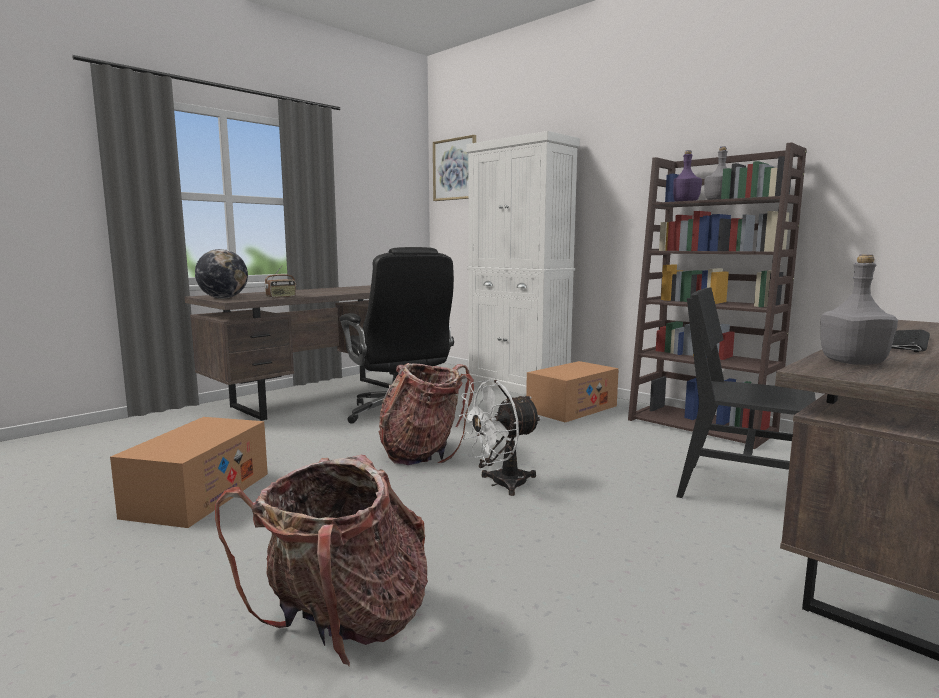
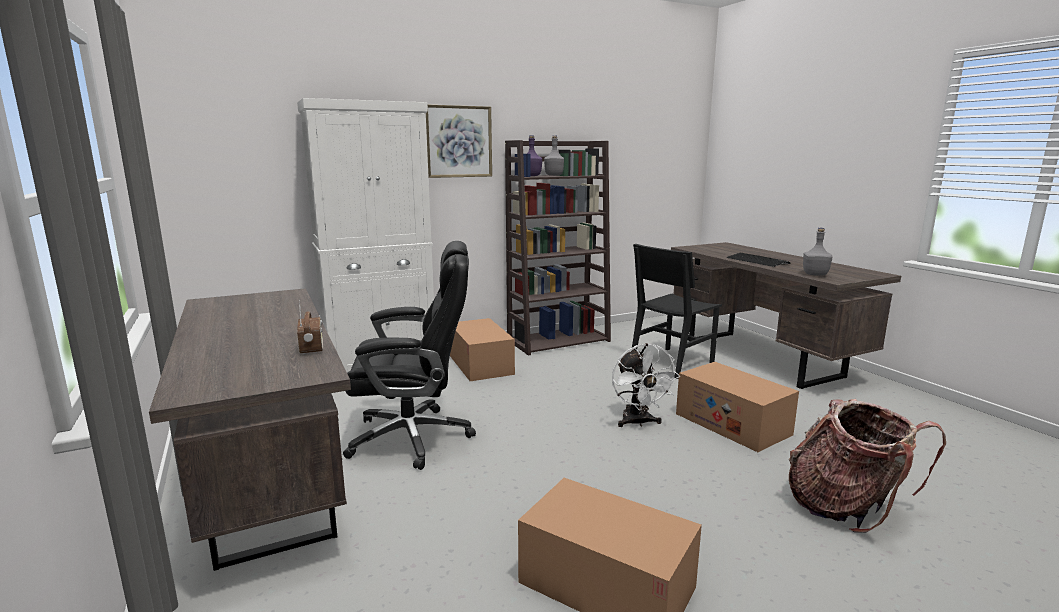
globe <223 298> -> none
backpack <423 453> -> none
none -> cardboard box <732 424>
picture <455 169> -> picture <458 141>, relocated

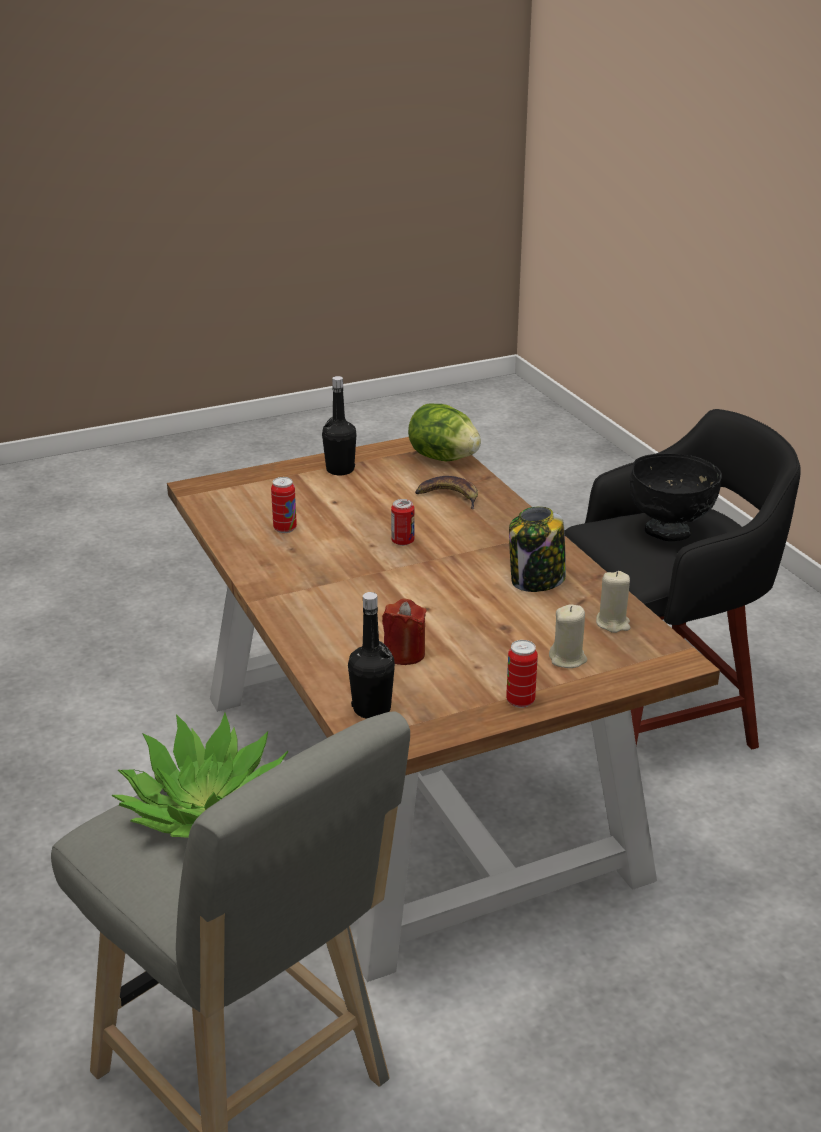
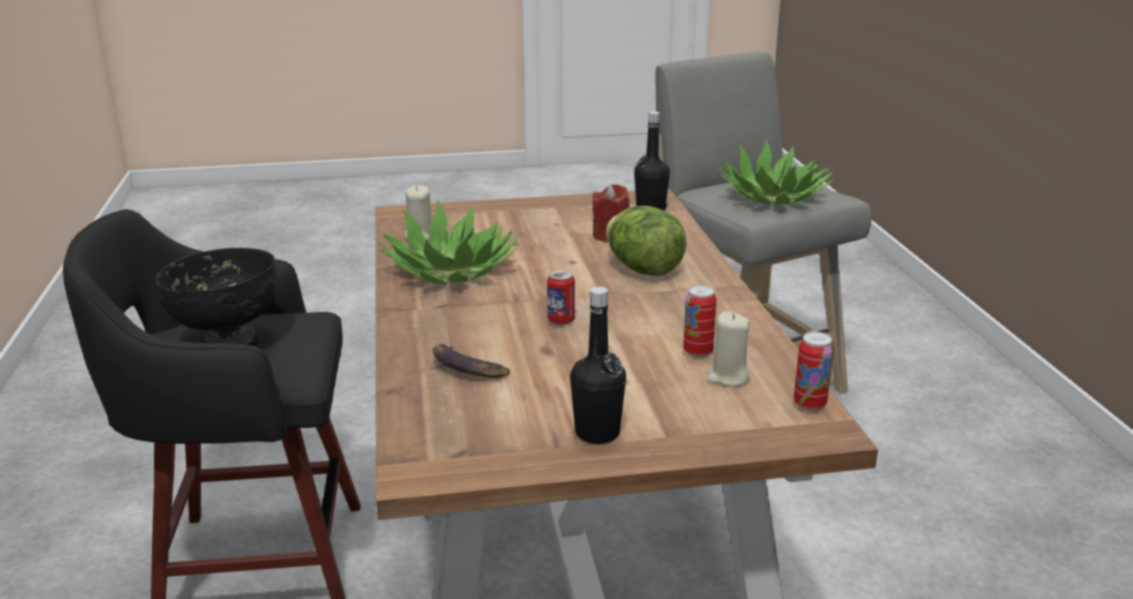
lettuce <443 458> -> lettuce <643 269>, relocated
can <520 701> -> can <809 404>, relocated
beige candle <568 659> -> beige candle <728 377>, relocated
jar <536 580> -> potted plant <451 270>

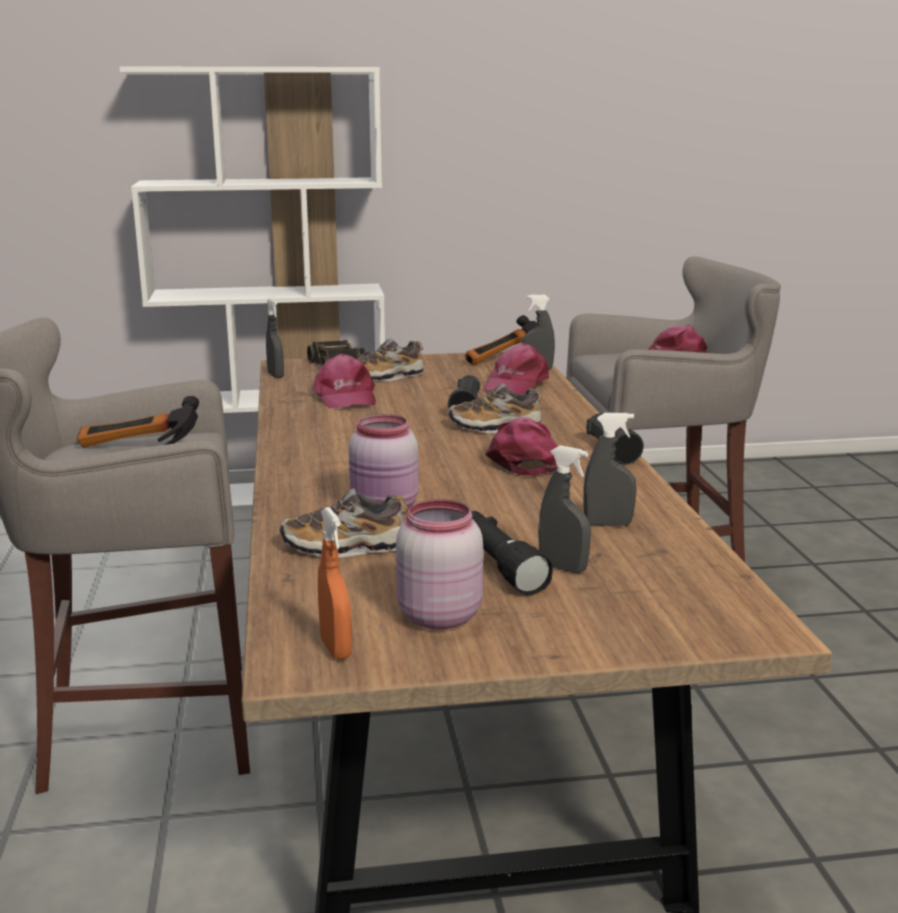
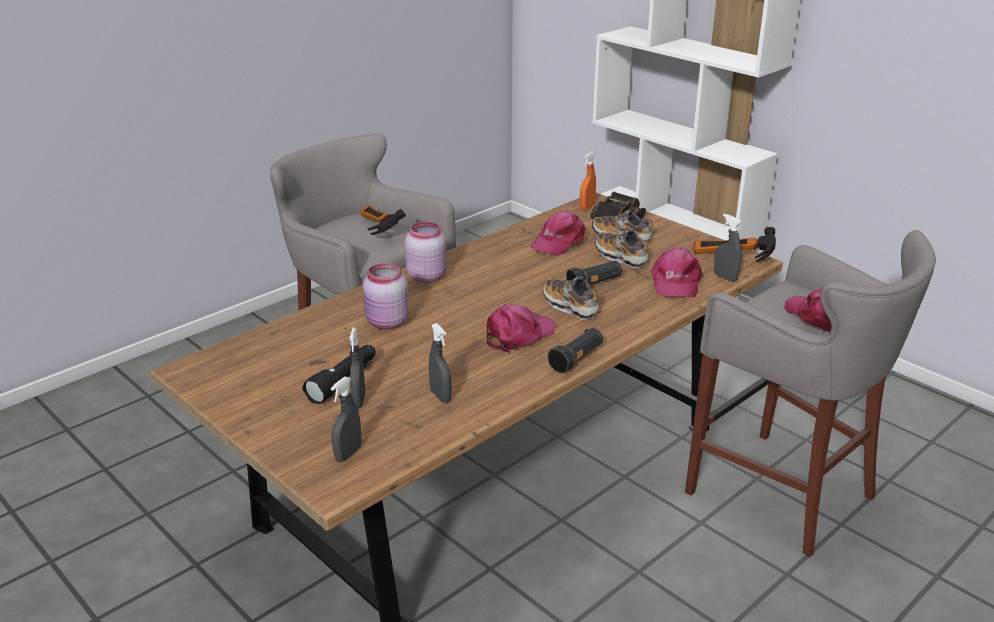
grey spray bottle <275 375> -> grey spray bottle <348 454>, relocated
shoe <344 547> -> shoe <620 257>, relocated
orange spray bottle <335 649> -> orange spray bottle <587 207>, relocated
pink jar <437 616> -> pink jar <426 276>, relocated
pink cap <516 384> -> pink cap <675 282>, 75 degrees counterclockwise

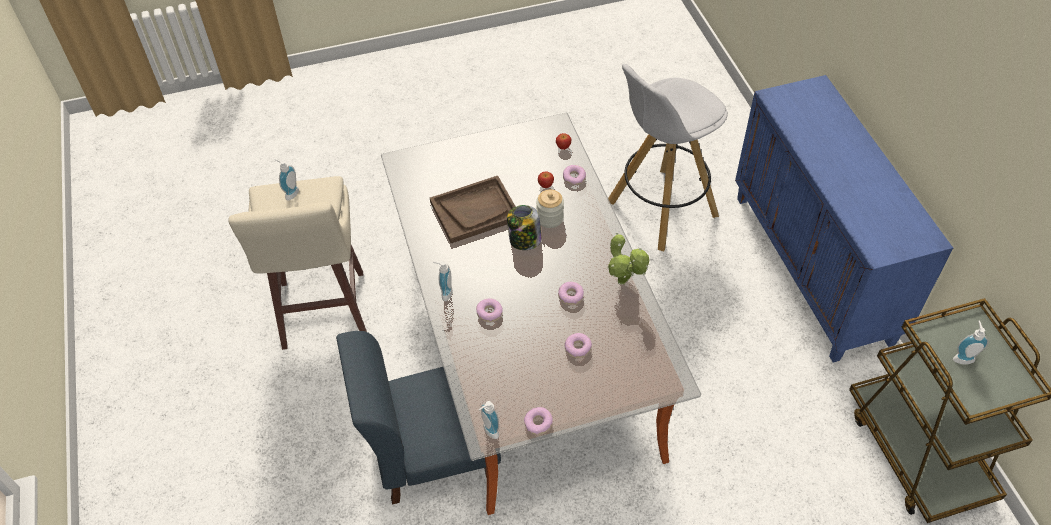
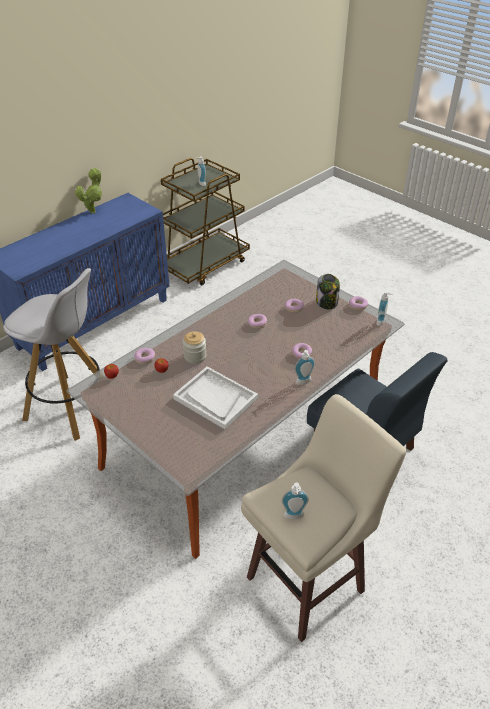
jar <524 240> -> jar <327 303>, relocated
potted plant <624 283> -> potted plant <94 211>, relocated
brown tray <475 211> -> white tray <215 398>

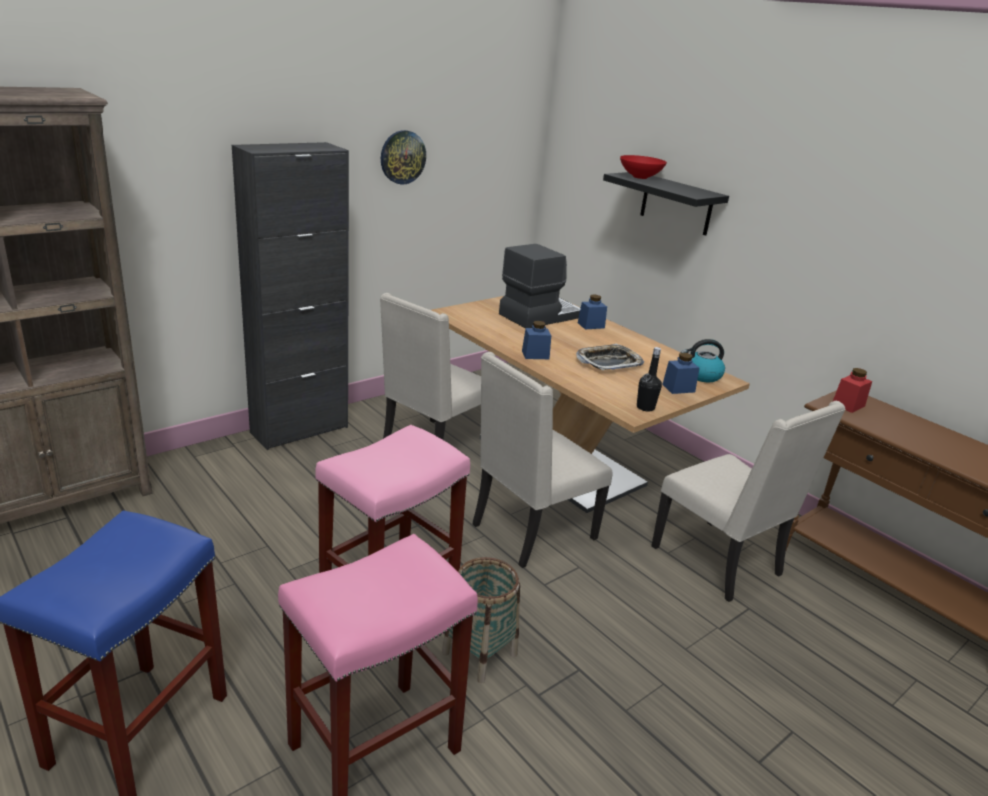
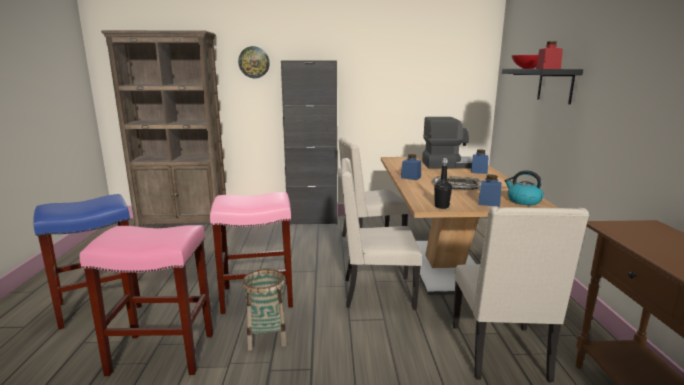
wall clock <402 157> -> wall clock <254 62>, relocated
red jar <848 405> -> red jar <548 68>, relocated

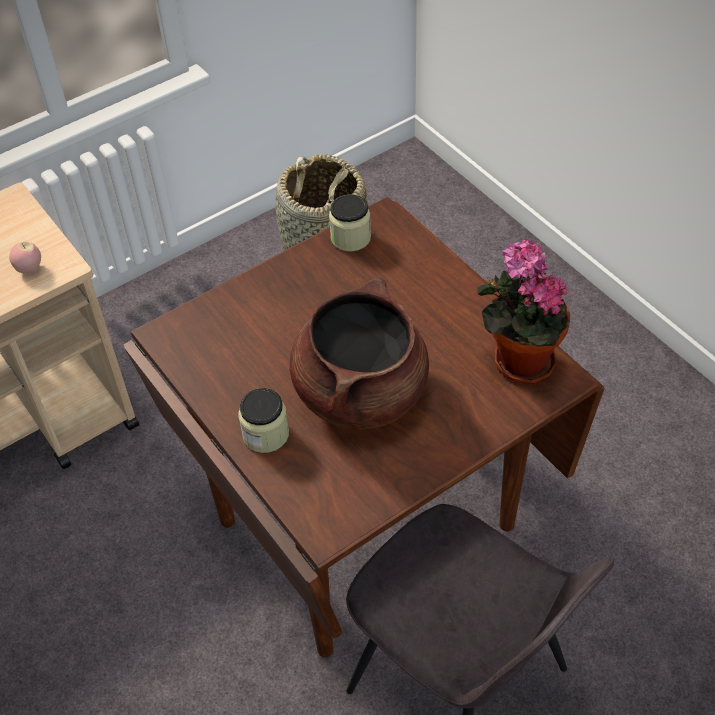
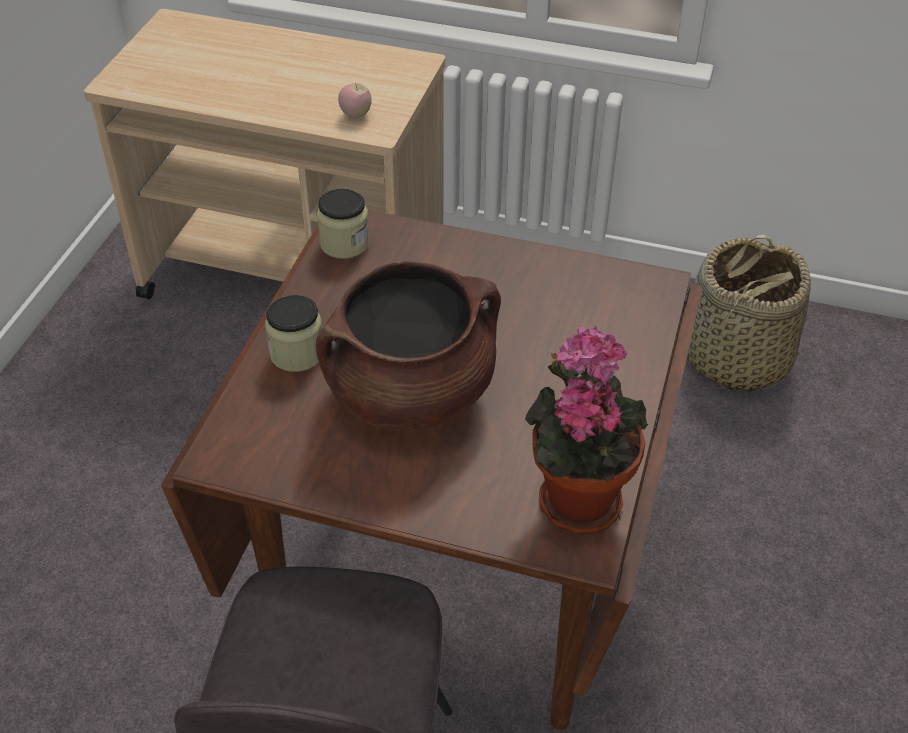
jar <350 238> -> jar <344 243>, relocated

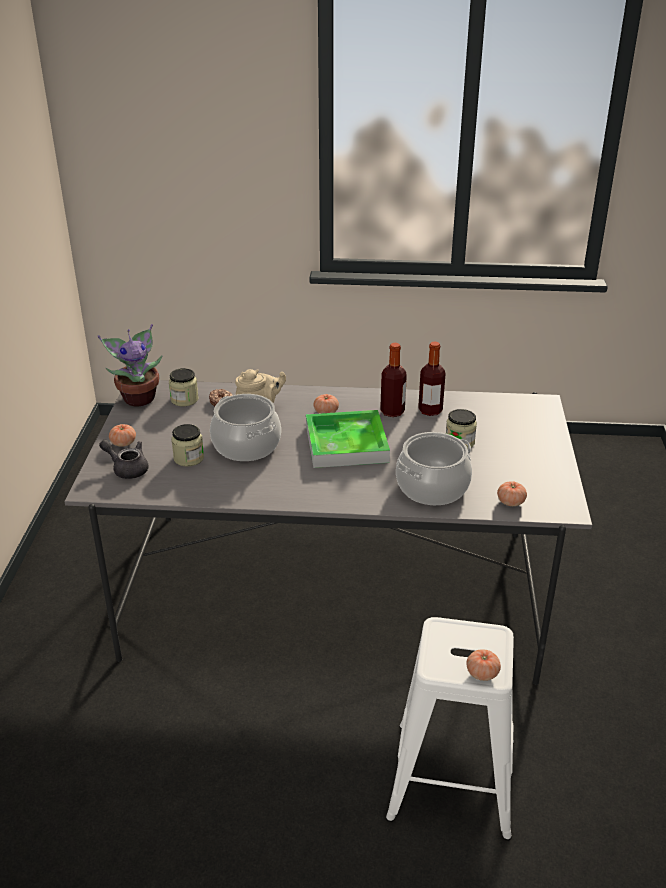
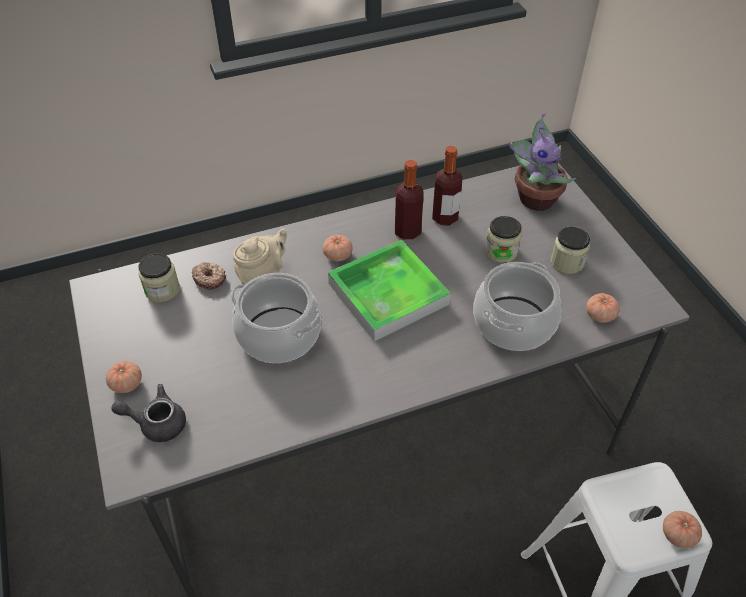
potted plant <139 397> -> potted plant <534 198>, relocated
jar <188 458> -> jar <567 262>, relocated

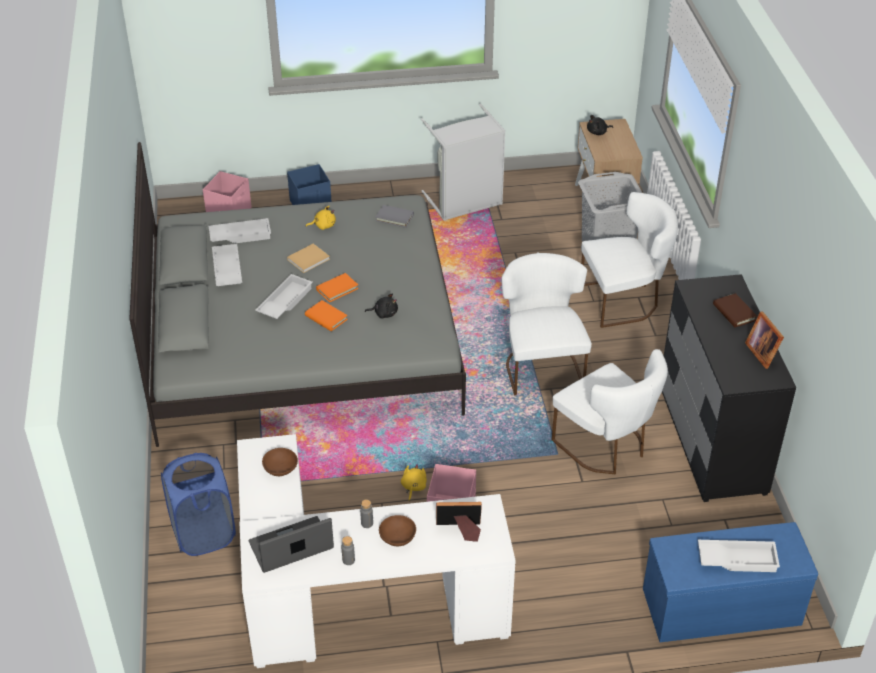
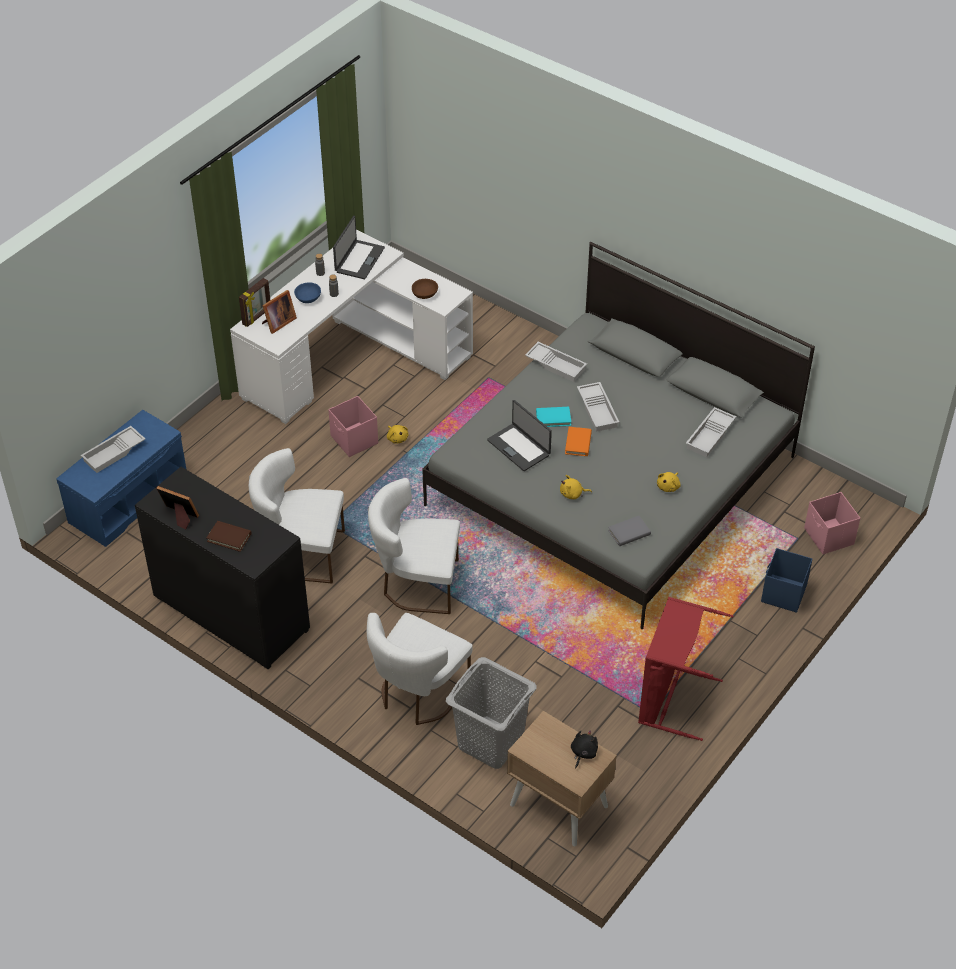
blue laundry basket <203 534> -> none
beige book <309 259> -> none
none -> picture frame <257 316>
none -> yellow plush toy <572 494>
white tray <226 270> -> white tray <556 364>, relocated
black plush toy <384 313> -> laptop <519 447>
orange book <326 318> -> turquoise book <553 418>
brown bowl <398 538> -> blue bowl <308 298>
grey laundry basket <465 203> -> red laundry basket <670 699>
white chair <541 365> -> white chair <416 583>, 150 degrees clockwise

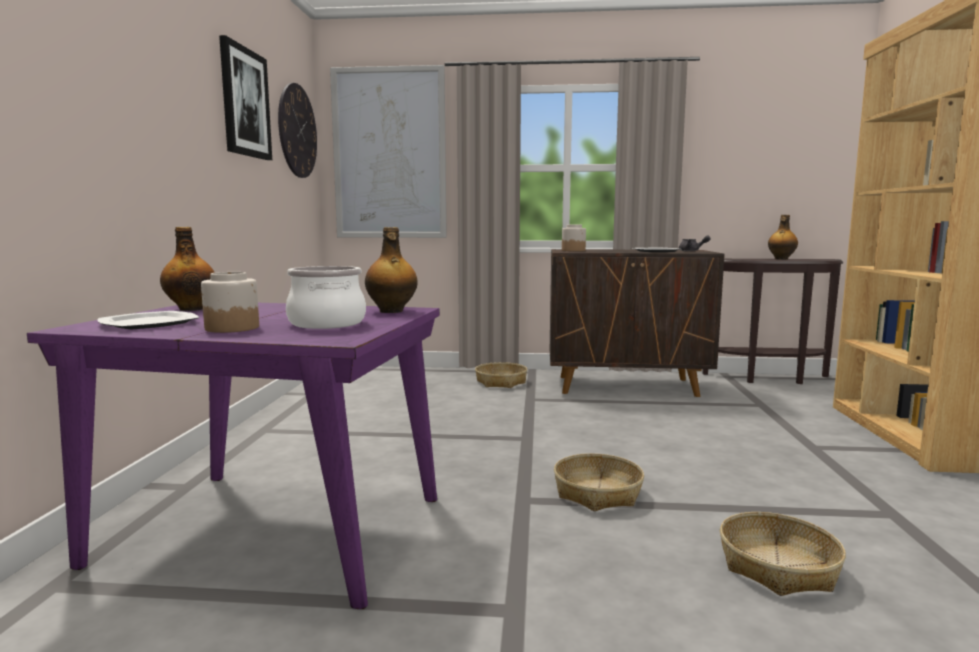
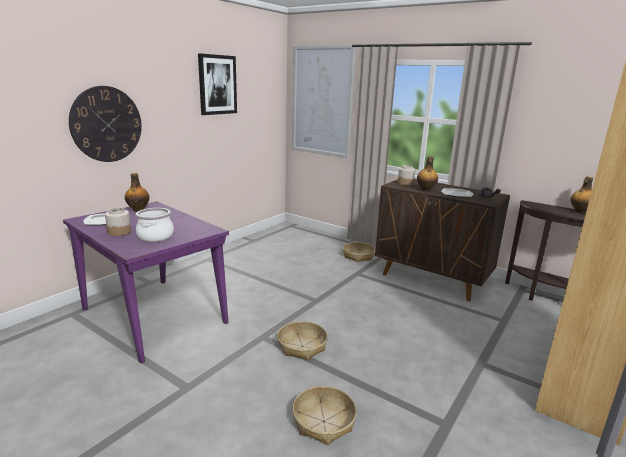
wall clock <297 131> -> wall clock <106 124>, relocated
bottle <391 311> -> bottle <425 190>, relocated

